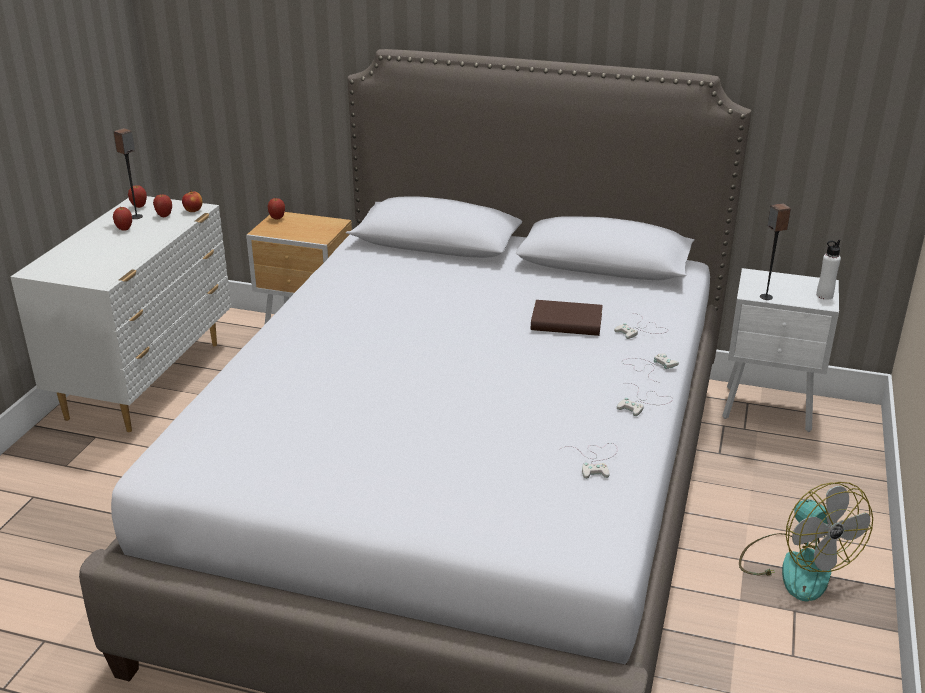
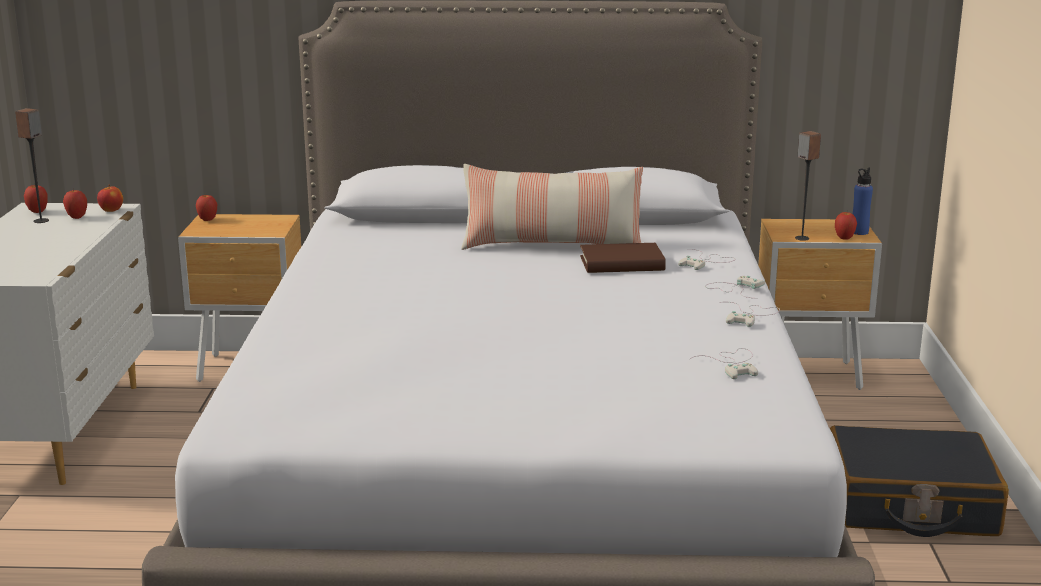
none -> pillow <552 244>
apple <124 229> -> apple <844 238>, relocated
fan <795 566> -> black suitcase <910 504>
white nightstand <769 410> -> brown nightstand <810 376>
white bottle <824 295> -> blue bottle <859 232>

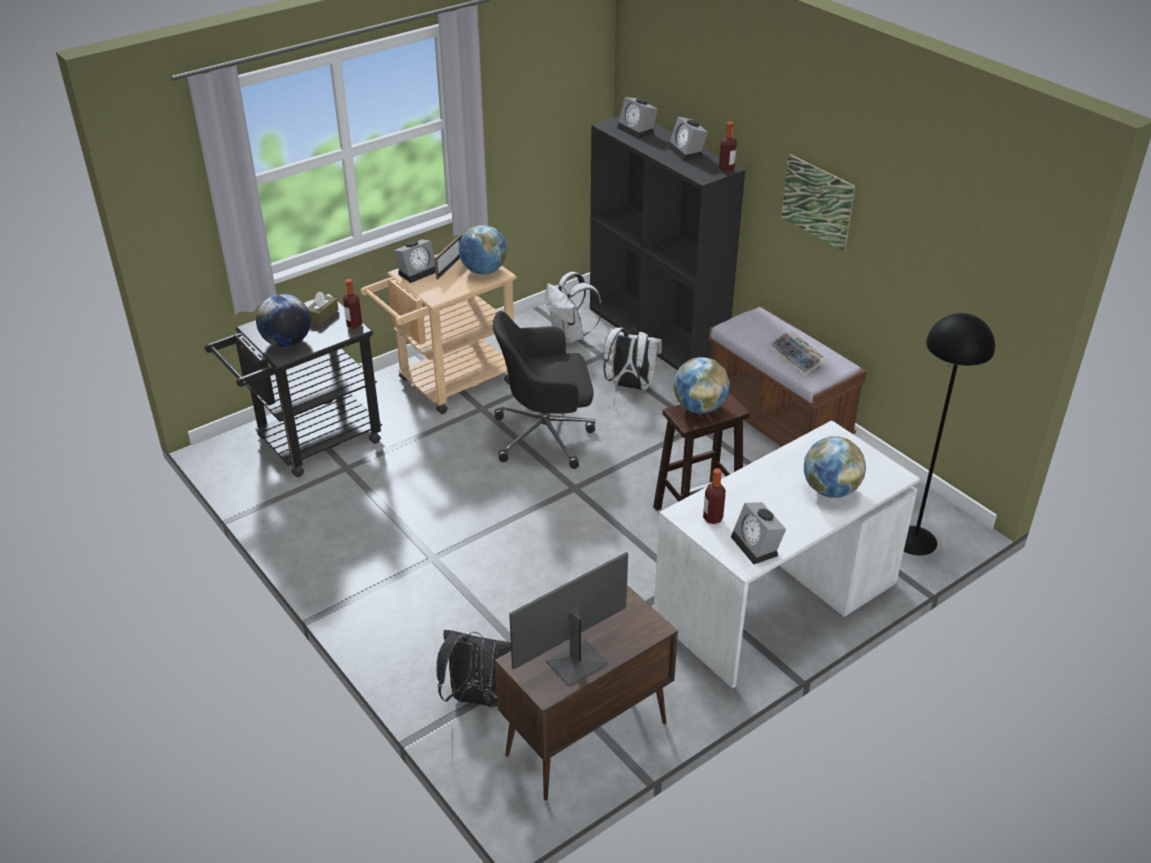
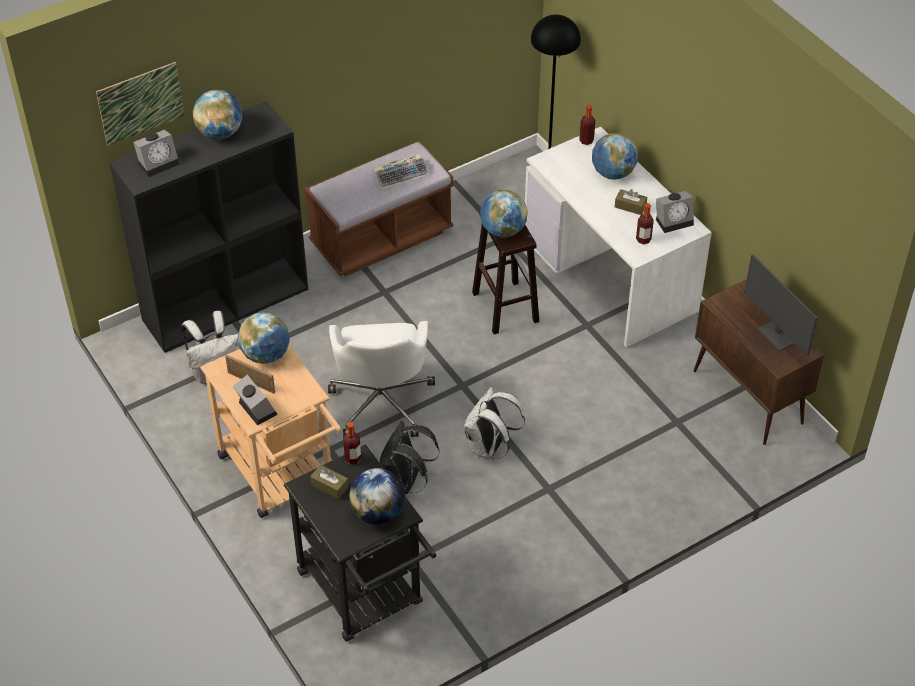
none -> brown tissue box <630 206>
black backpack <477 698> -> black backpack <405 482>, relocated
white backpack <630 386> -> white backpack <489 448>, relocated
bottle <726 169> -> bottle <586 140>, relocated
picture <817 202> -> picture <140 103>, relocated
alarm clock <687 152> -> globe <220 133>
black office chair <546 435> -> white office chair <382 401>

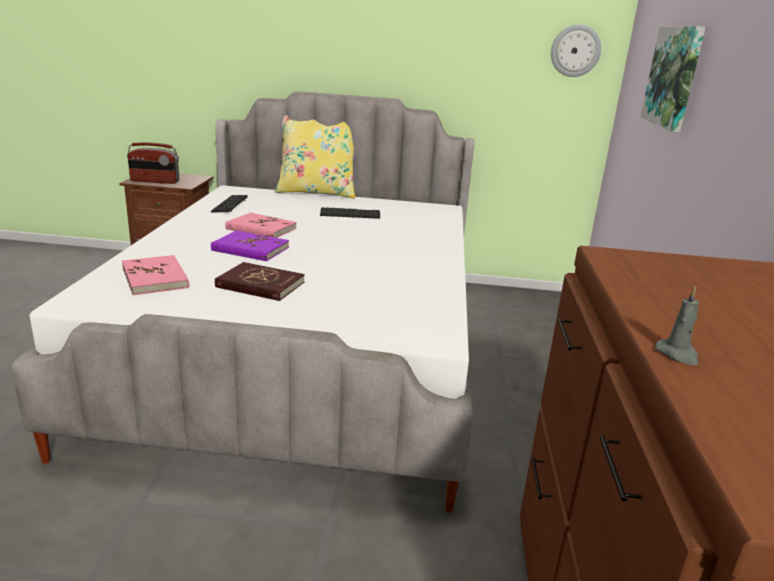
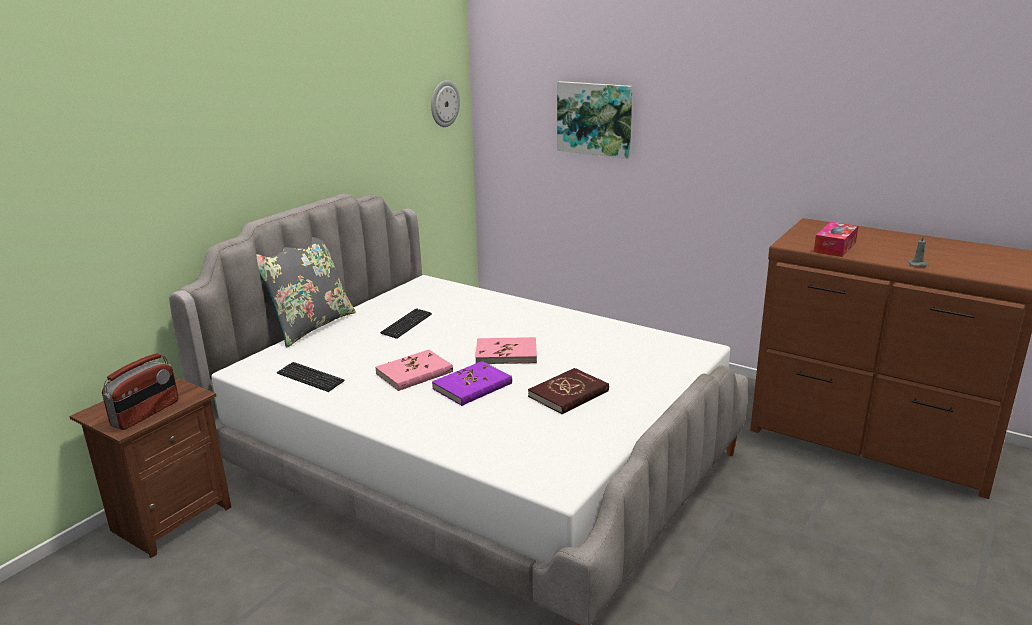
none -> tissue box <835 247>
pink book <155 278> -> pink book <506 354>, relocated
yellow pillow <317 192> -> grey pillow <310 326>

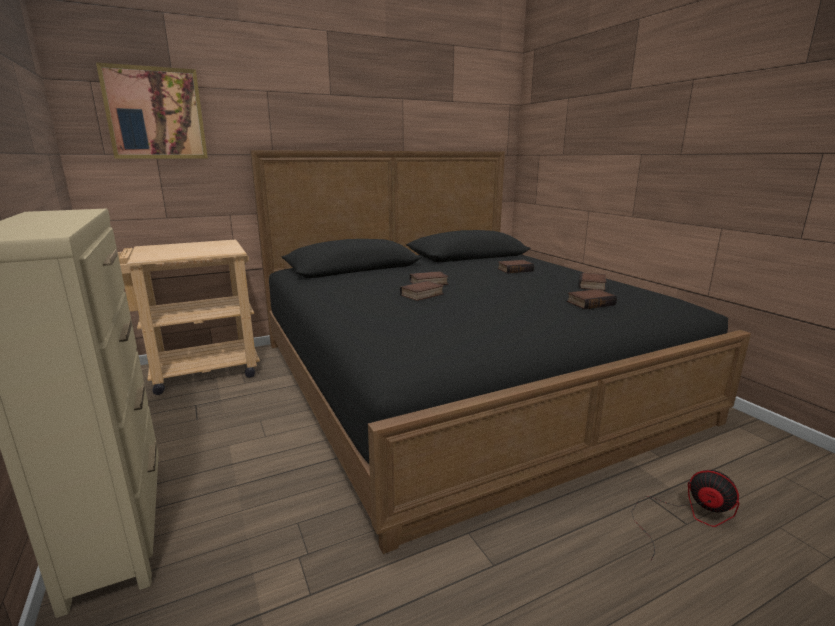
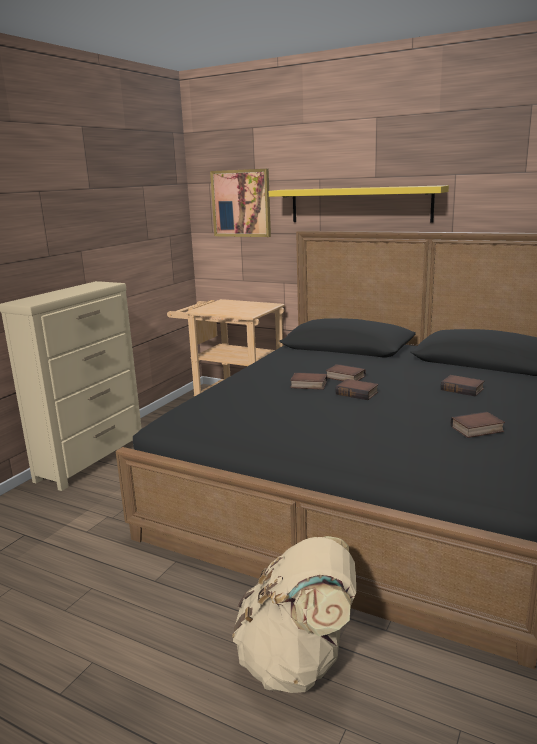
none -> yellow shelf <359 205>
book <590 303> -> book <358 393>, relocated
fan <686 516> -> beige backpack <298 661>

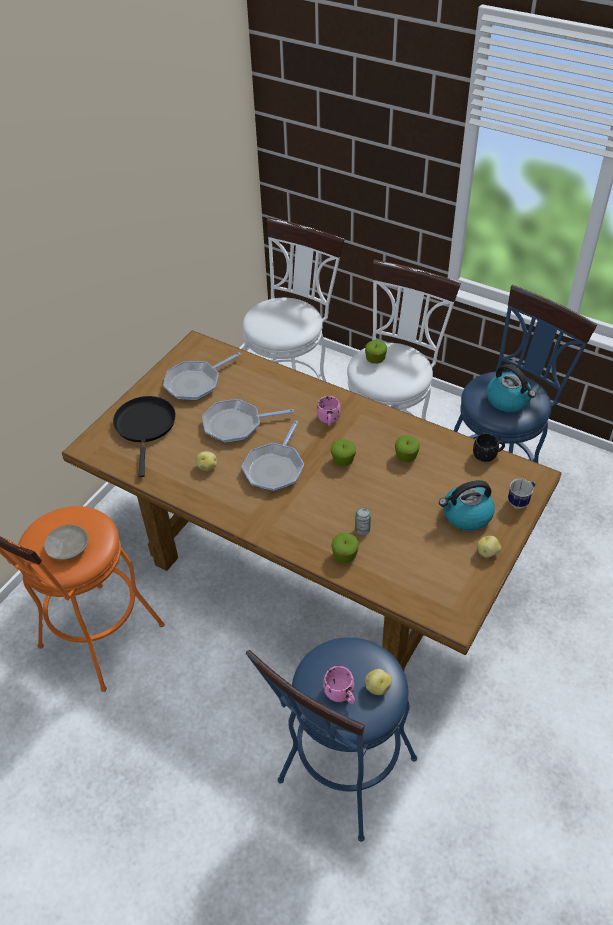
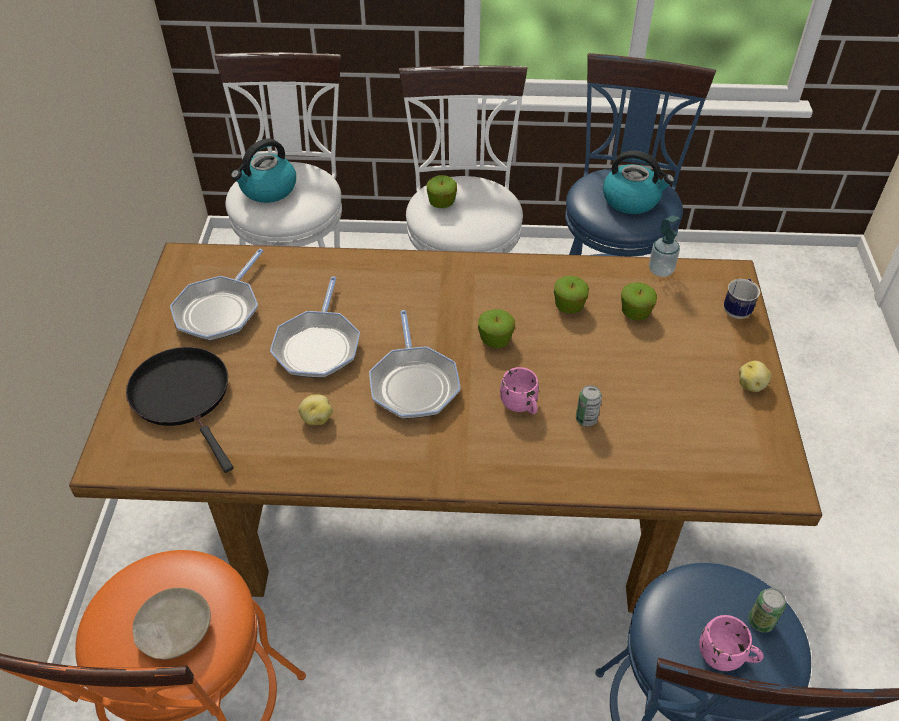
pink mug <328 421> -> pink mug <521 406>, relocated
apple <345 555> -> apple <635 313>, relocated
kettle <466 515> -> kettle <268 189>, relocated
potato <377 687> -> can <760 621>
black mug <487 456> -> soap dispenser <660 270>
frying pan <236 424> -> frying pan <318 346>, 45 degrees counterclockwise

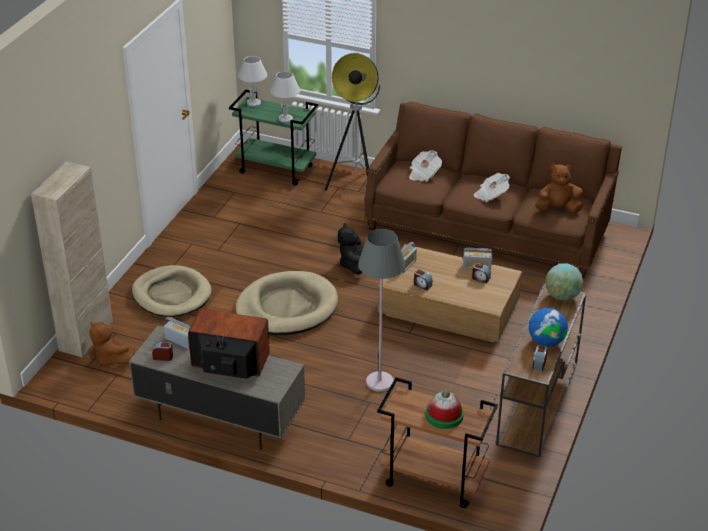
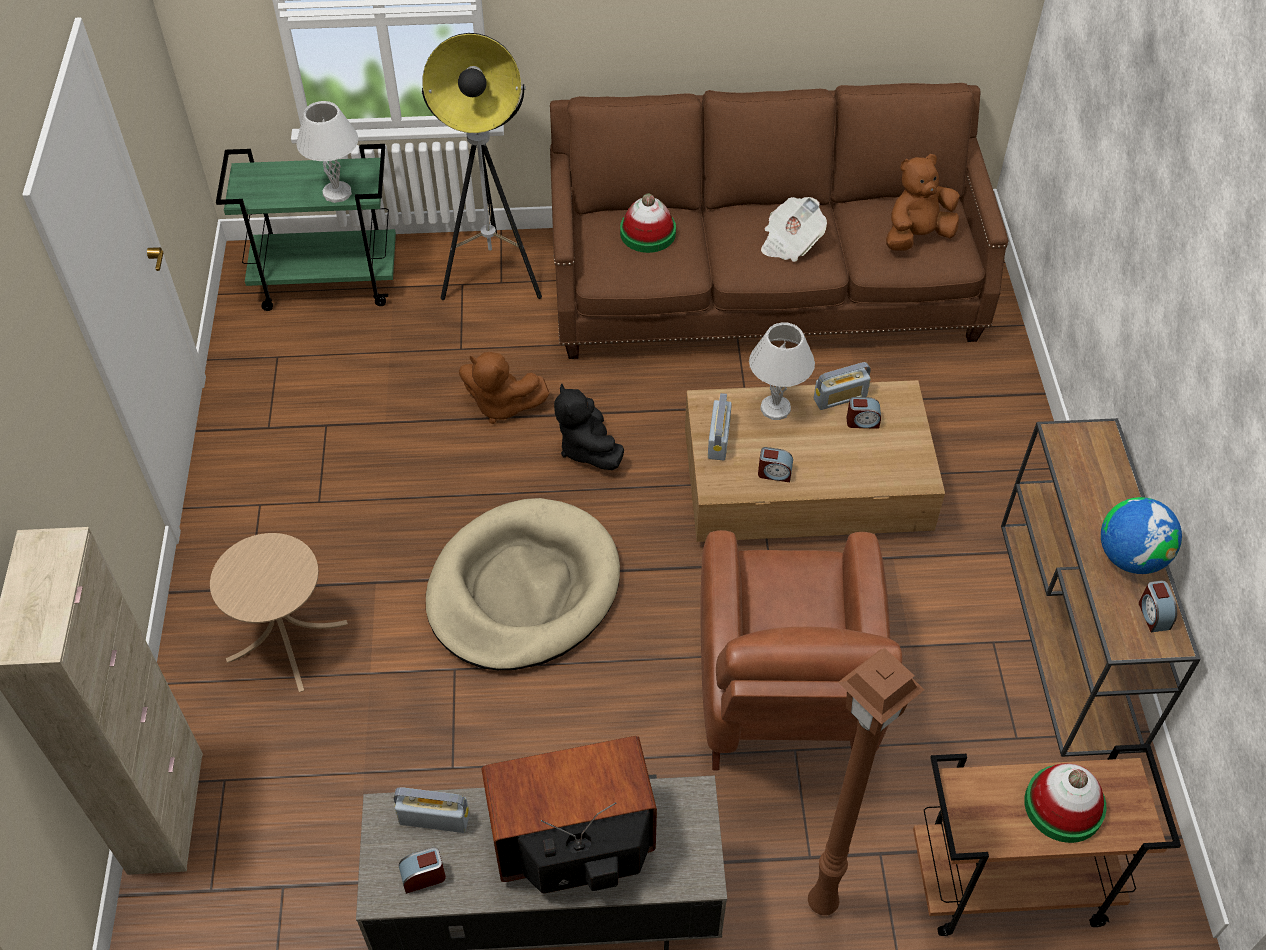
globe <562 296> -> none
none -> brown floor lamp <825 903>
brown plush toy <111 359> -> brown plush toy <501 405>, relocated
white table lamp <254 103> -> white table lamp <776 409>, relocated
beige dog bed <172 294> -> beige side table <287 641>
grey floor lamp <379 382> -> brown armchair <785 696>
newspaper <423 174> -> hat <648 233>

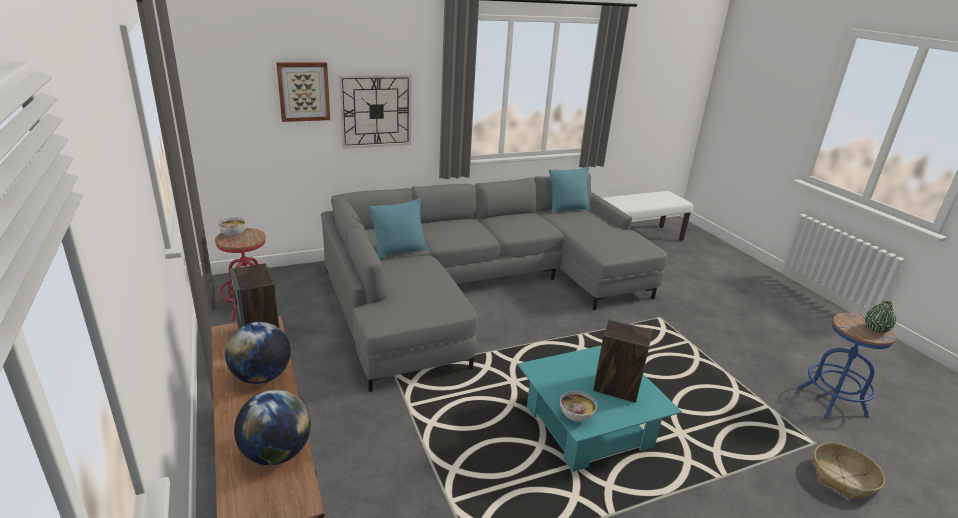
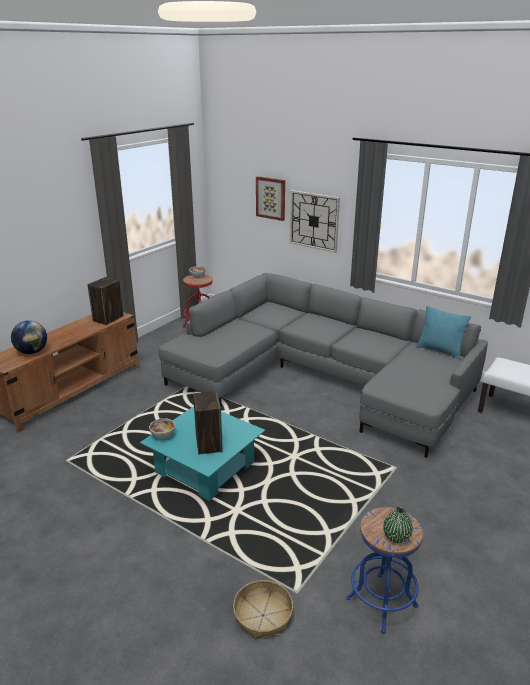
globe <262 377> -> none
turquoise pillow <399 251> -> none

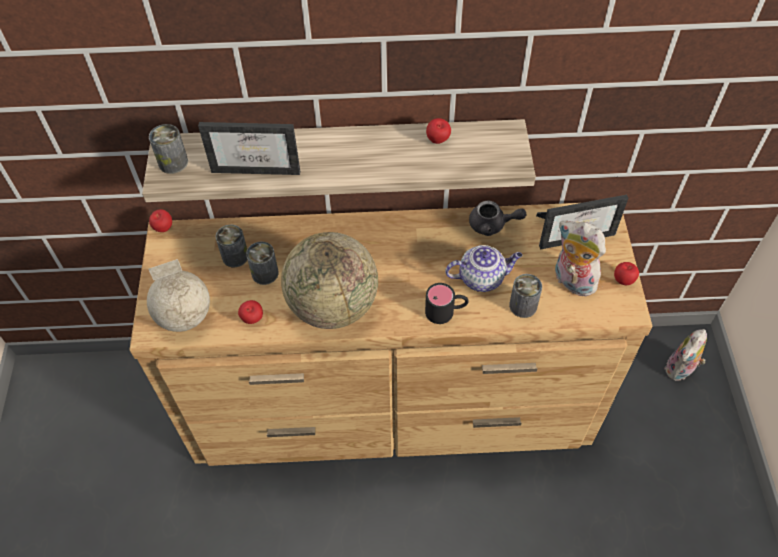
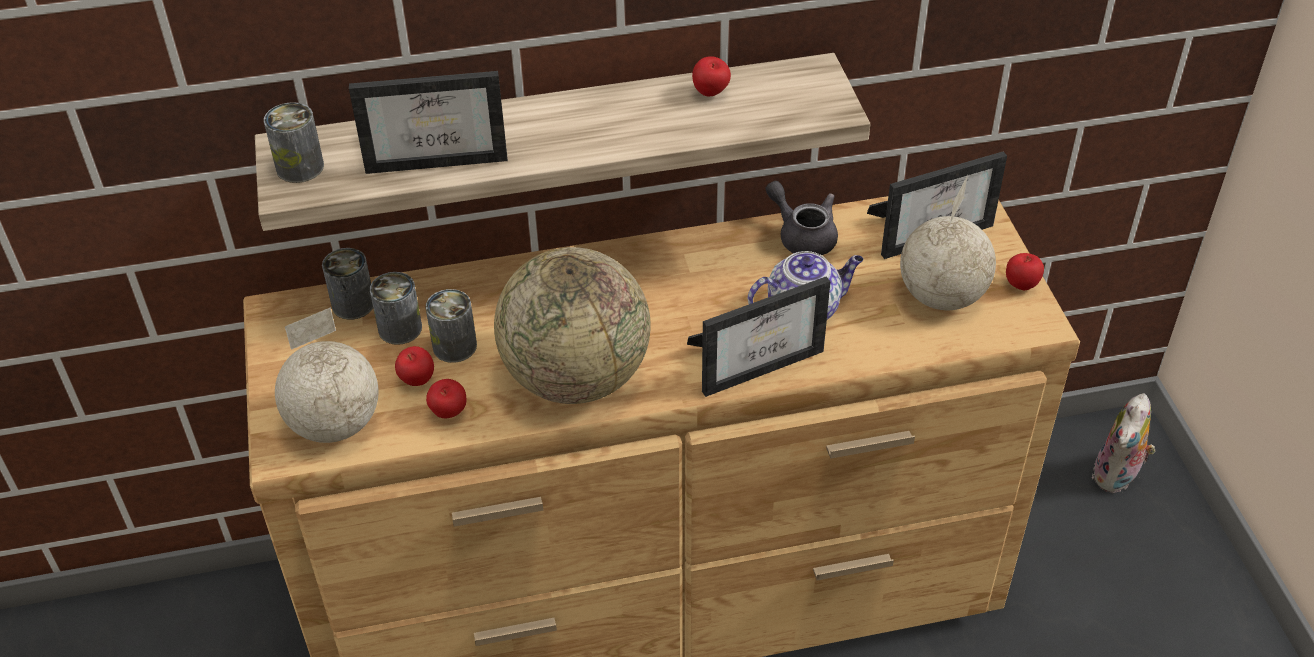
apple <163 228> -> apple <417 381>, relocated
can <523 306> -> can <353 304>, relocated
black mug <446 311> -> picture frame <759 361>
plush toy <571 281> -> globe <943 296>
grey teapot <492 225> -> grey teapot <802 235>, 135 degrees counterclockwise

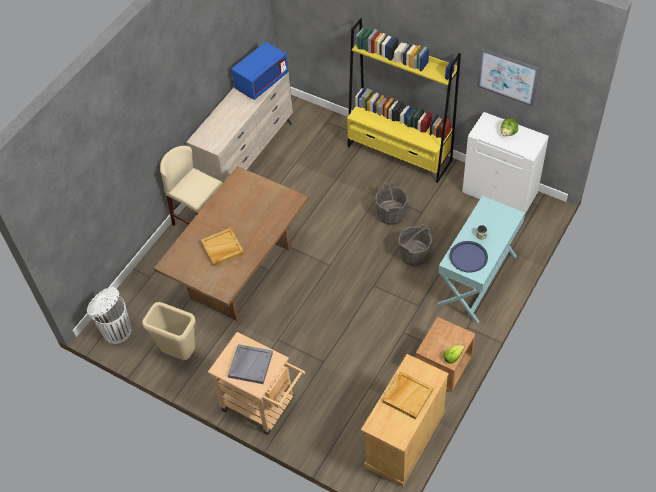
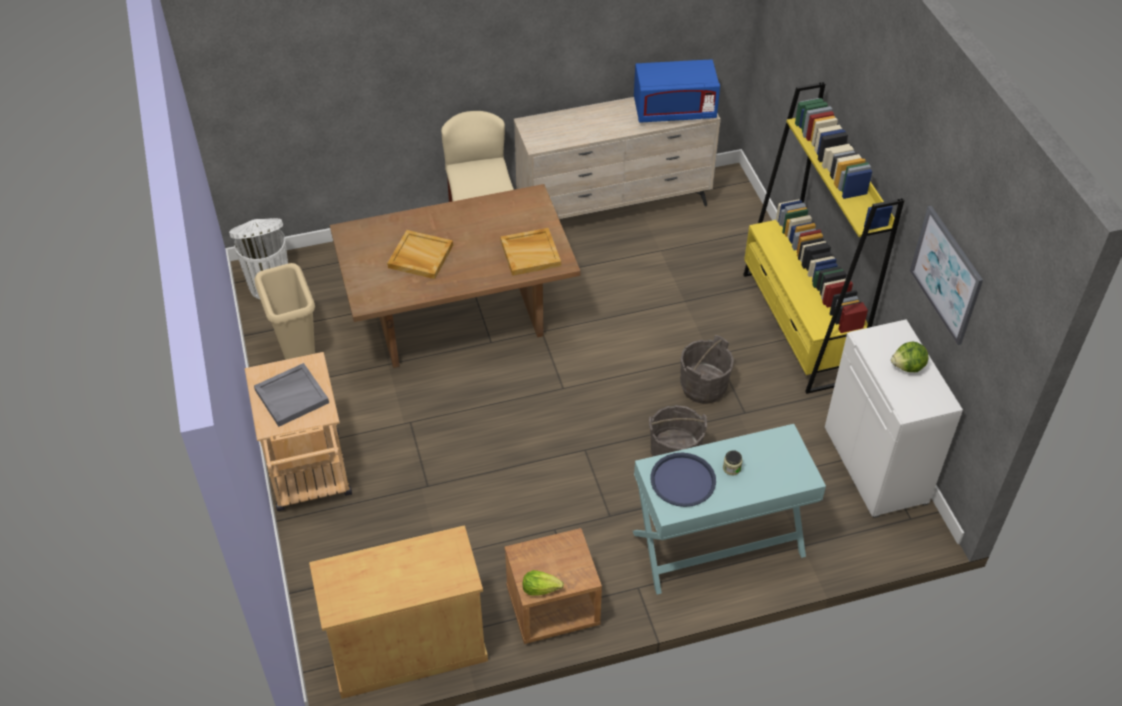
beige tray <407 395> -> beige tray <531 253>, relocated

